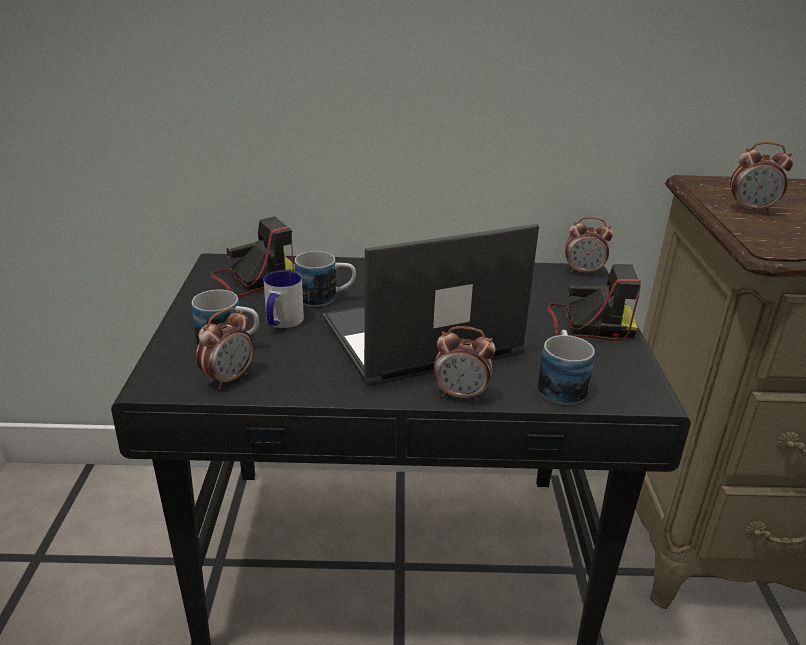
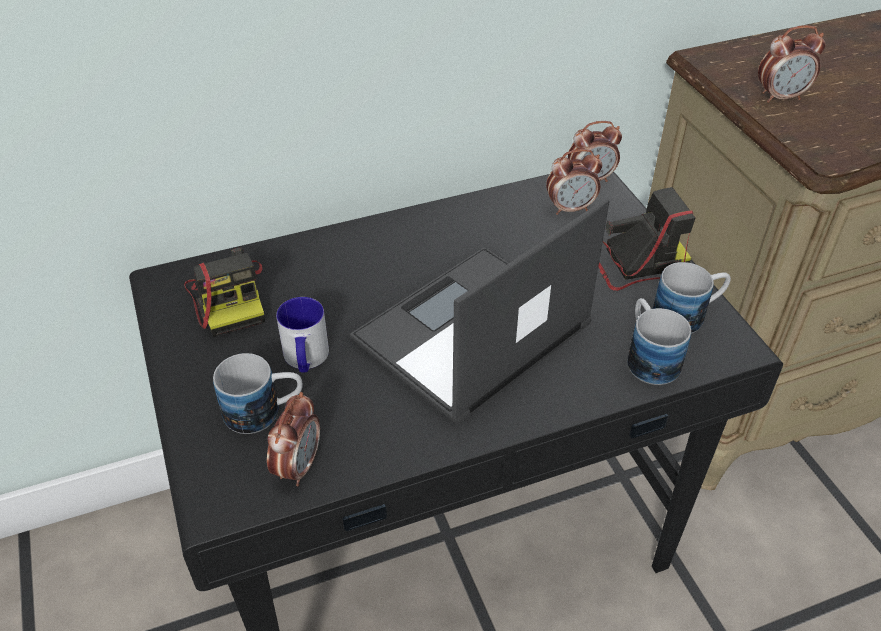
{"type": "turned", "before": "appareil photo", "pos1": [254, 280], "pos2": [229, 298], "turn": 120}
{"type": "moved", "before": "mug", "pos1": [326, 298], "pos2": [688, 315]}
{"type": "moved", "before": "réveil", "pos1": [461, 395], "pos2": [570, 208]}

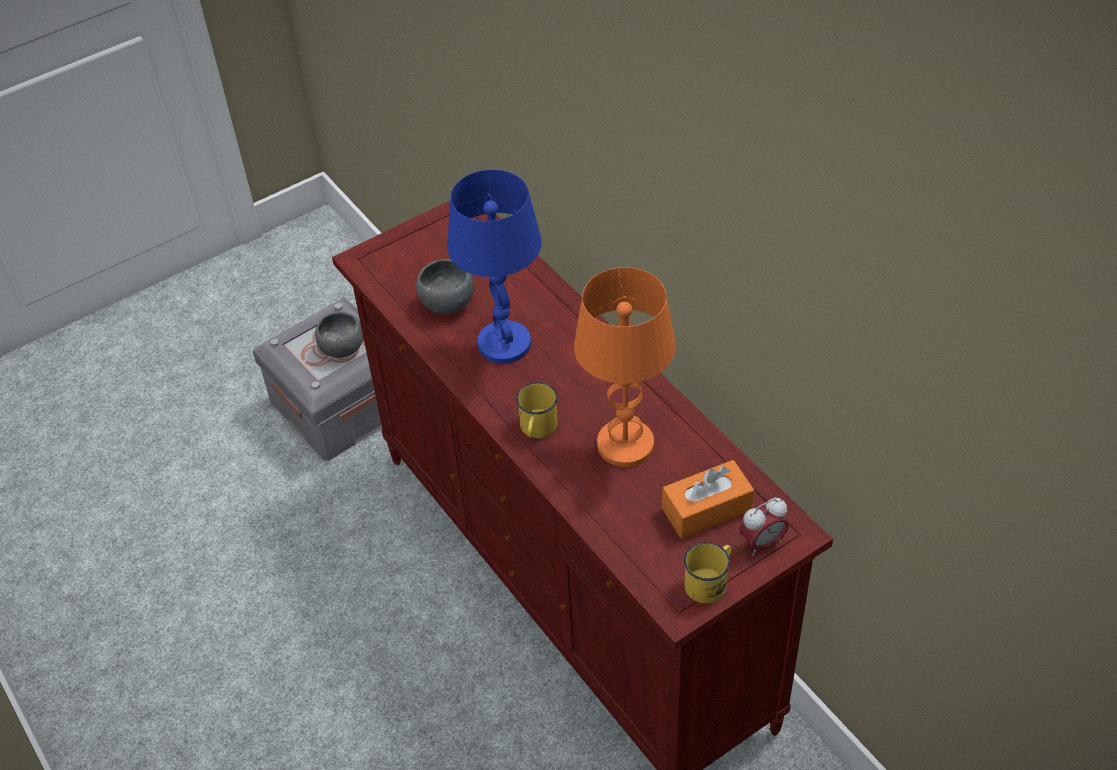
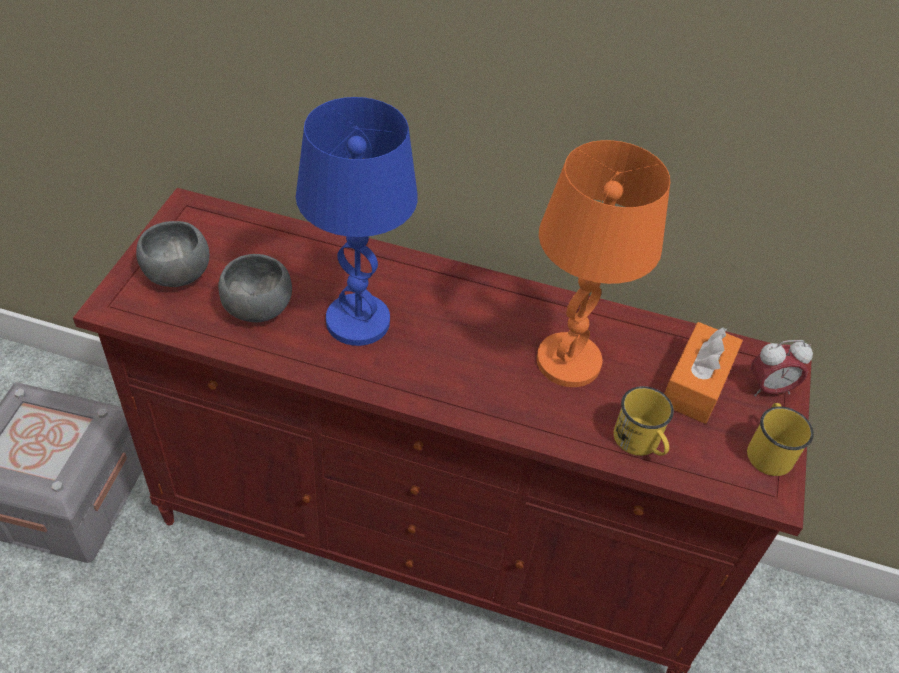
{"type": "moved", "before": "bol (gris)", "pos1": [341, 347], "pos2": [175, 274]}
{"type": "moved", "before": "mug (jaune)", "pos1": [537, 429], "pos2": [640, 443]}
{"type": "turned", "before": "réveil", "pos1": [762, 543], "pos2": [769, 388], "turn": 60}

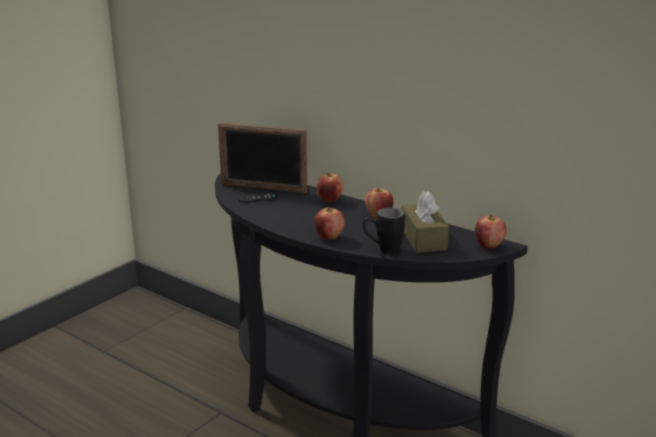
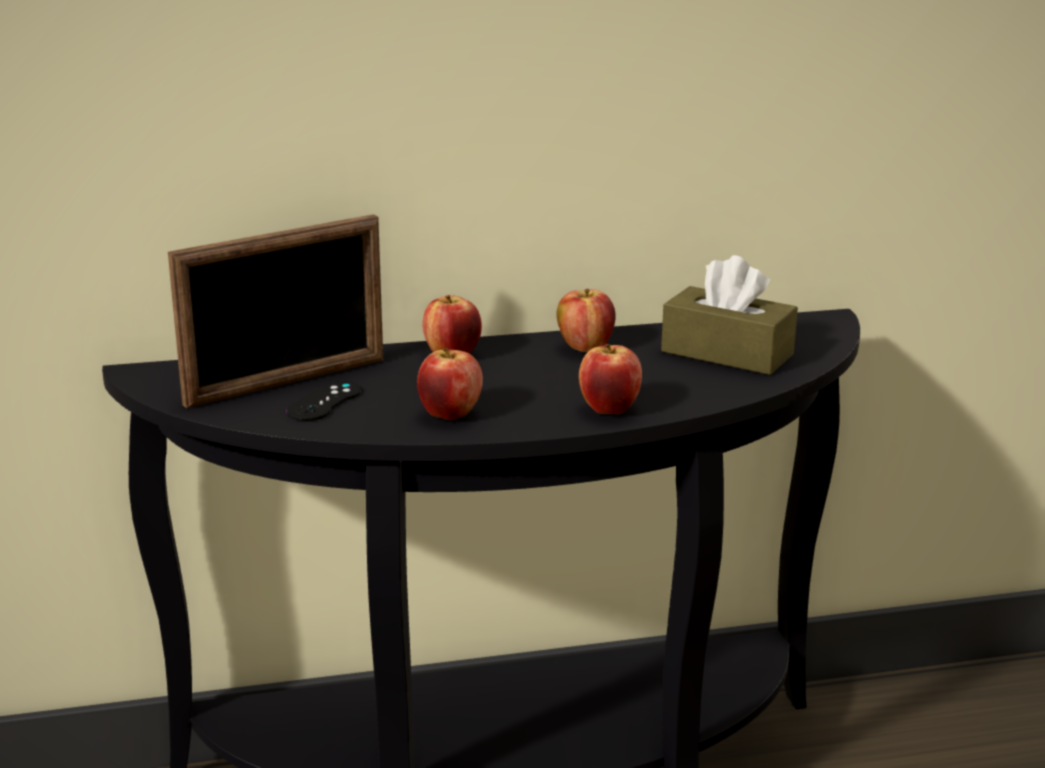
{"type": "removed", "before": "mug (noir)", "pos1": [382, 249]}
{"type": "moved", "before": "pomme", "pos1": [488, 246], "pos2": [450, 414]}

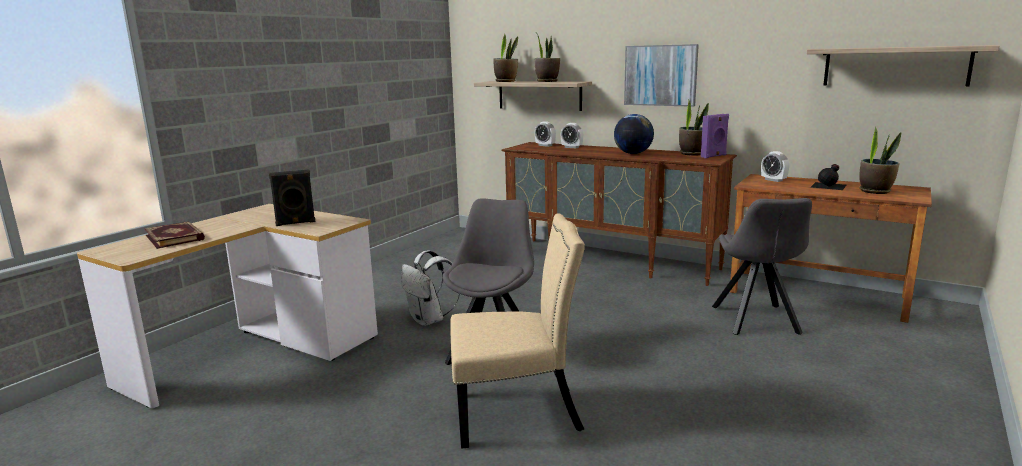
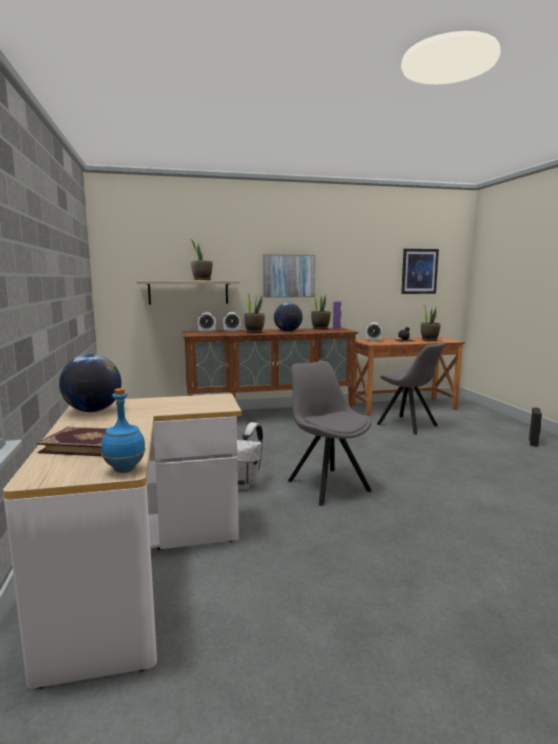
{"type": "moved", "before": "plante en pot", "pos1": [506, 81], "pos2": [254, 332]}
{"type": "replaced", "before": "étagère", "after": "tableau", "pos1": [895, 66], "pos2": [419, 271]}
{"type": "moved", "before": "enceinte (noir)", "pos1": [295, 223], "pos2": [534, 442]}
{"type": "removed", "before": "chaise (beige)", "pos1": [515, 414]}
{"type": "added", "after": "globe", "pos2": [93, 411]}
{"type": "added", "after": "bouteille (bleu)", "pos2": [124, 470]}

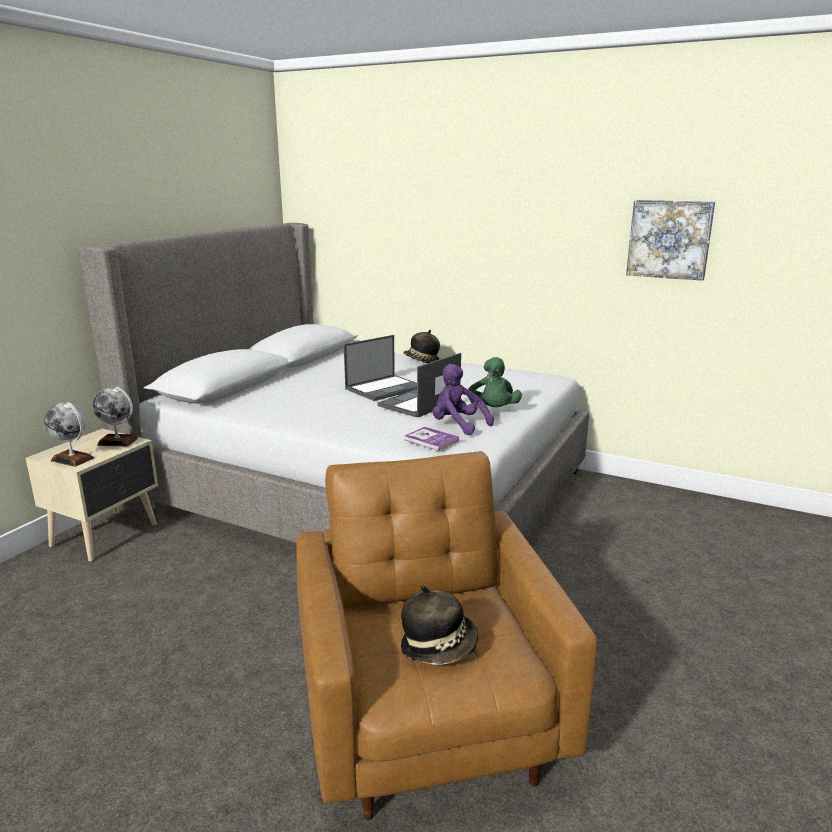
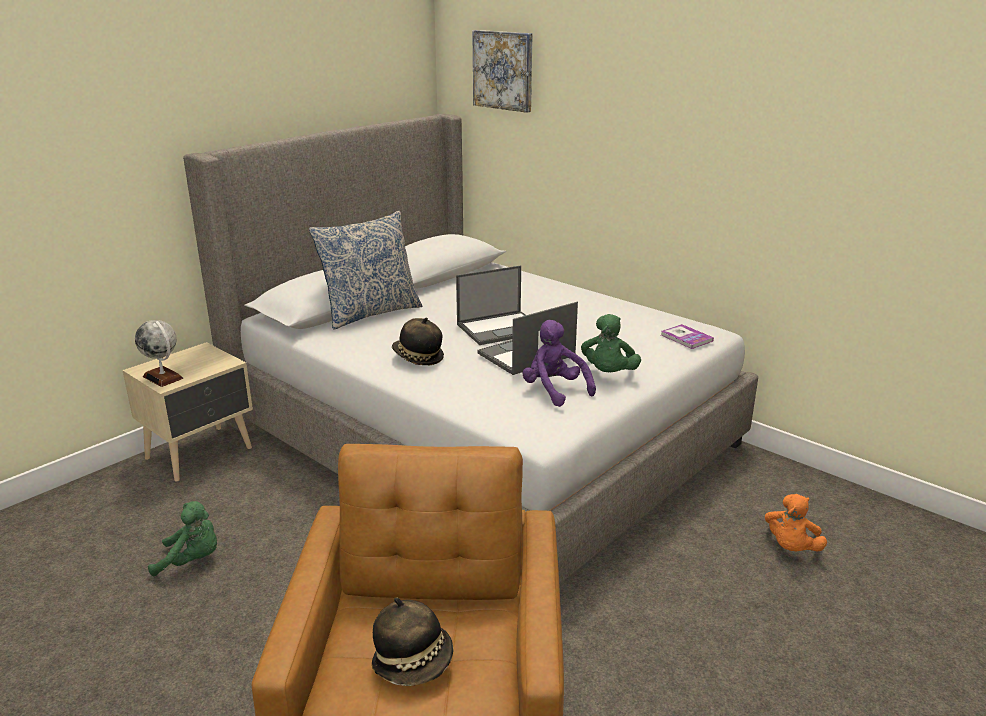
{"type": "moved", "before": "tableau", "pos1": [669, 239], "pos2": [503, 70]}
{"type": "moved", "before": "chapeau", "pos1": [421, 361], "pos2": [417, 358]}
{"type": "removed", "before": "globe", "pos1": [118, 441]}
{"type": "moved", "before": "livre", "pos1": [431, 440], "pos2": [686, 338]}
{"type": "added", "after": "coussin", "pos2": [370, 313]}
{"type": "added", "after": "peluche (orange)", "pos2": [791, 548]}
{"type": "added", "after": "peluche (vert)", "pos2": [192, 560]}

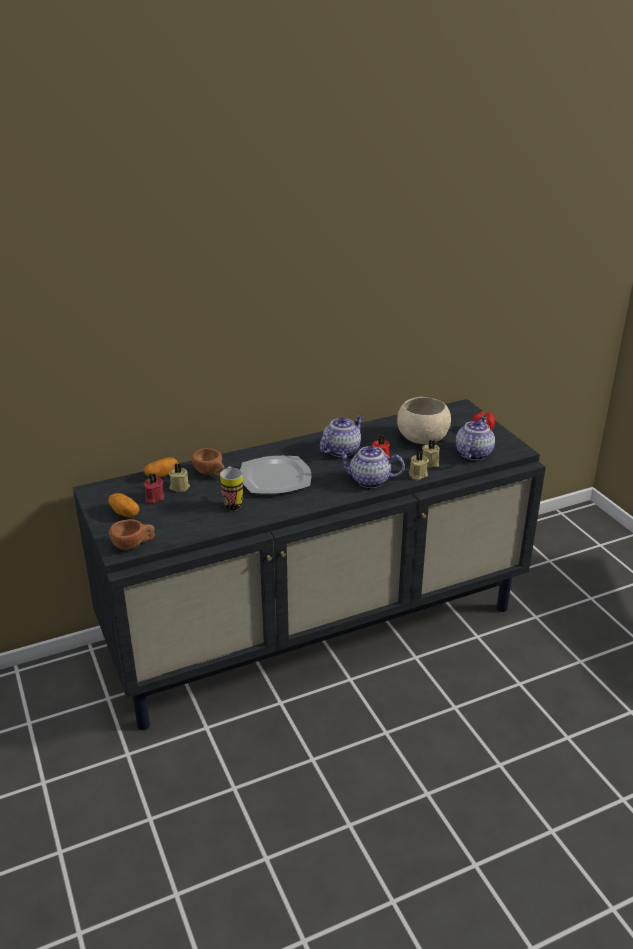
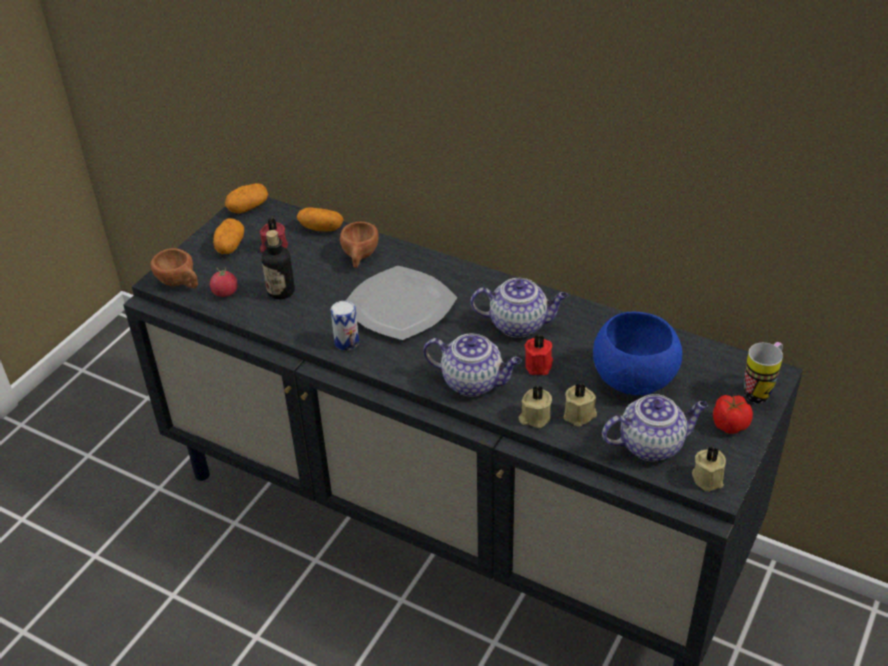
{"type": "recoloured", "before": "bol (beige)", "after": "bol (bleu)", "pos1": [423, 438], "pos2": [634, 378]}
{"type": "turned", "before": "théière", "pos1": [369, 481], "pos2": [473, 382], "turn": 135}
{"type": "moved", "before": "bougie (beige)", "pos1": [179, 486], "pos2": [708, 478]}
{"type": "moved", "before": "mug", "pos1": [232, 503], "pos2": [760, 391]}
{"type": "added", "after": "pomme de terre", "pos2": [248, 207]}
{"type": "added", "after": "bouteille", "pos2": [281, 291]}
{"type": "added", "after": "tomate", "pos2": [225, 292]}
{"type": "added", "after": "boîte métallique", "pos2": [346, 342]}

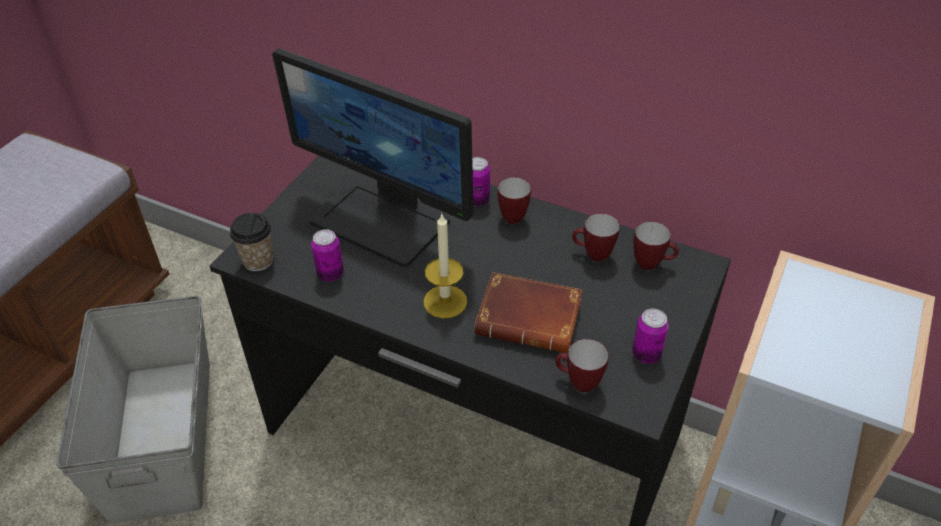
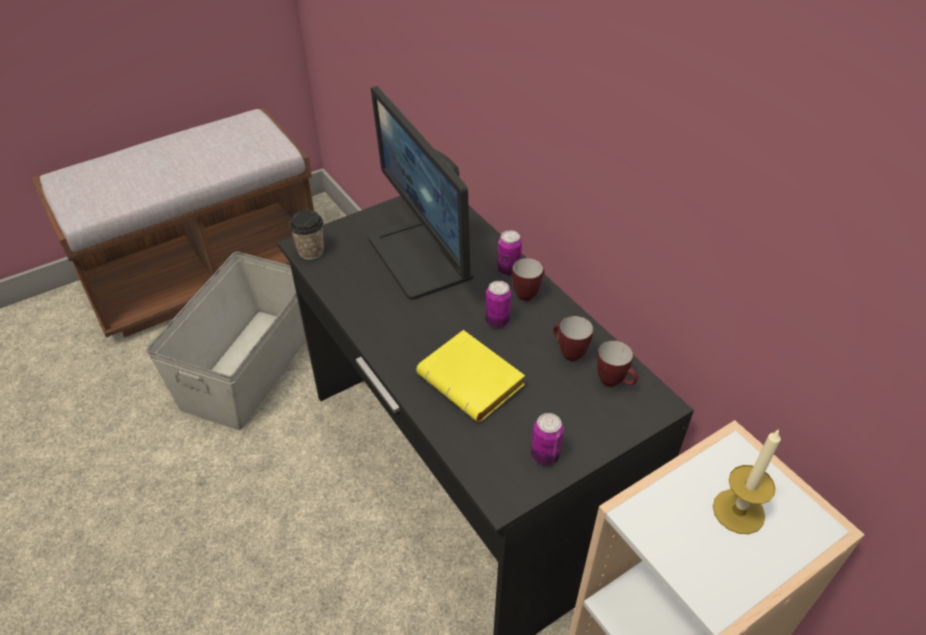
{"type": "moved", "before": "bougie", "pos1": [445, 301], "pos2": [738, 511]}
{"type": "moved", "before": "boîte métallique", "pos1": [330, 274], "pos2": [497, 321]}
{"type": "recoloured", "before": "livre (marron)", "after": "livre (jaune)", "pos1": [532, 318], "pos2": [474, 382]}
{"type": "removed", "before": "mug", "pos1": [578, 383]}

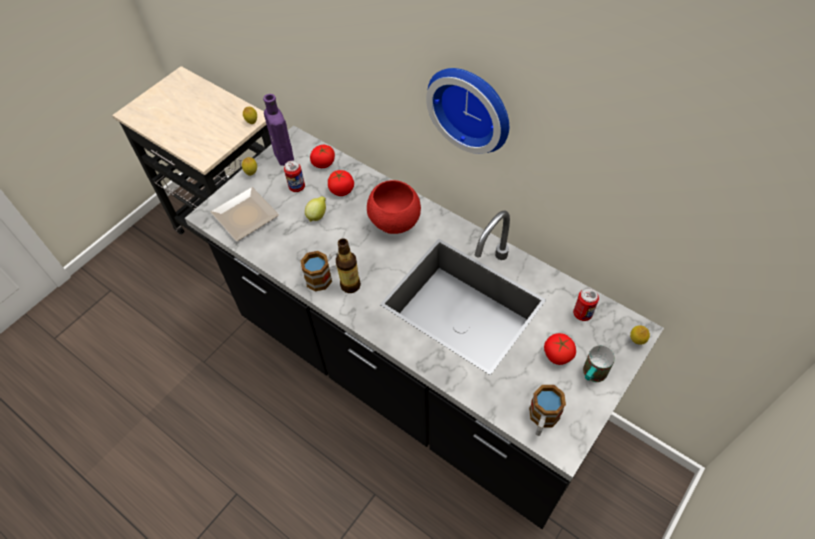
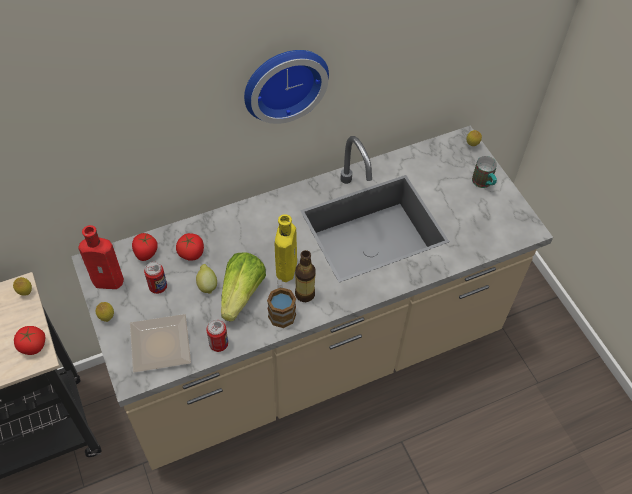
{"type": "recoloured", "before": "bouteille (violet)", "after": "bouteille (rouge)", "pos1": [285, 157], "pos2": [110, 281]}
{"type": "recoloured", "before": "comptoir de cuisine (noir)", "after": "comptoir de cuisine (beige)", "pos1": [413, 377], "pos2": [312, 356]}
{"type": "removed", "before": "bol (rouge)", "pos1": [394, 222]}
{"type": "moved", "before": "boîte métallique", "pos1": [582, 314], "pos2": [218, 344]}
{"type": "moved", "before": "tomate", "pos1": [557, 355], "pos2": [32, 346]}
{"type": "removed", "before": "mug", "pos1": [542, 419]}
{"type": "added", "after": "bouteille (jaune)", "pos2": [286, 267]}
{"type": "added", "after": "laitue", "pos2": [242, 294]}

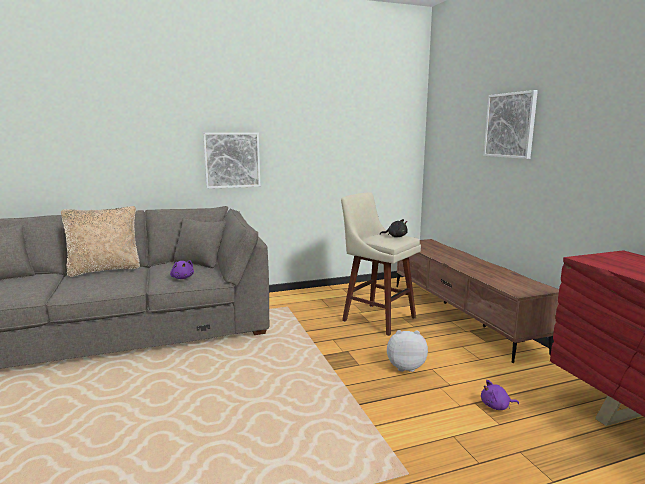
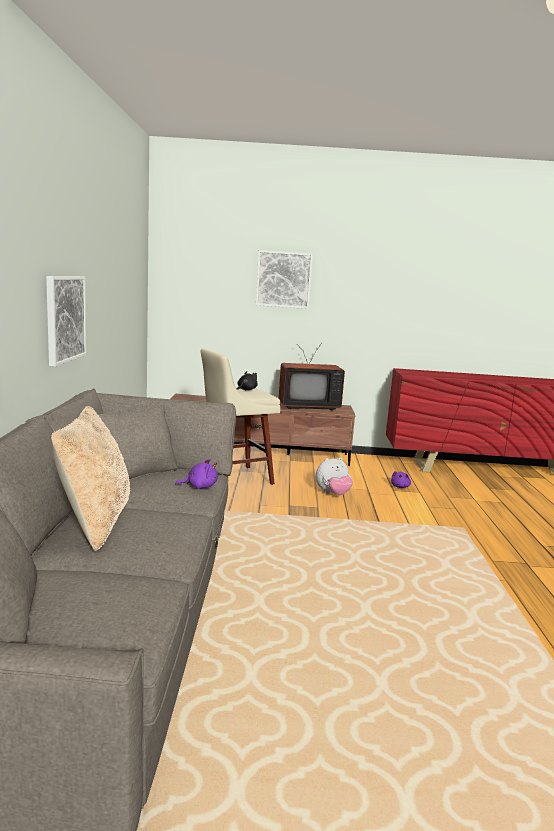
{"type": "turned", "before": "peluche", "pos1": [405, 367], "pos2": [333, 494], "turn": -135}
{"type": "added", "after": "téléviseur", "pos2": [307, 406]}

